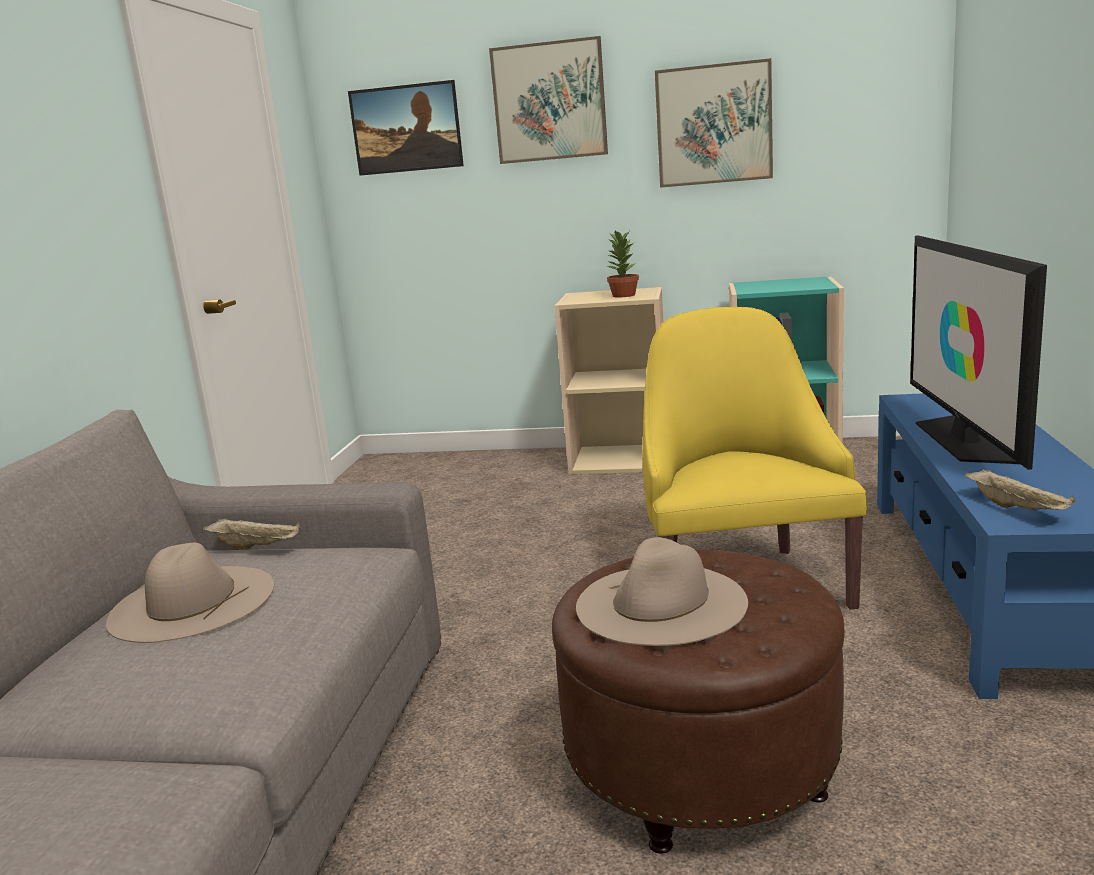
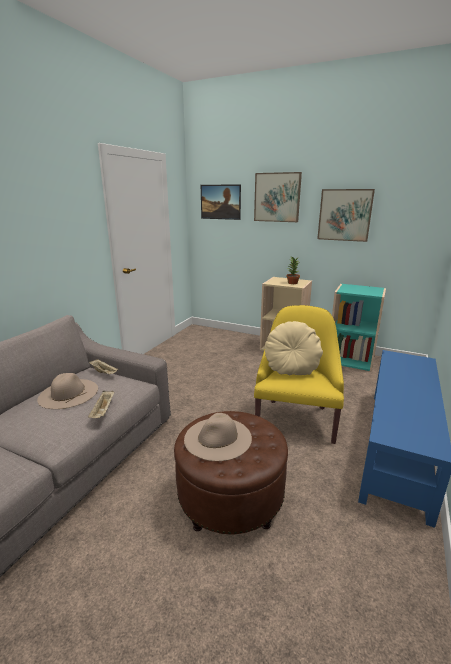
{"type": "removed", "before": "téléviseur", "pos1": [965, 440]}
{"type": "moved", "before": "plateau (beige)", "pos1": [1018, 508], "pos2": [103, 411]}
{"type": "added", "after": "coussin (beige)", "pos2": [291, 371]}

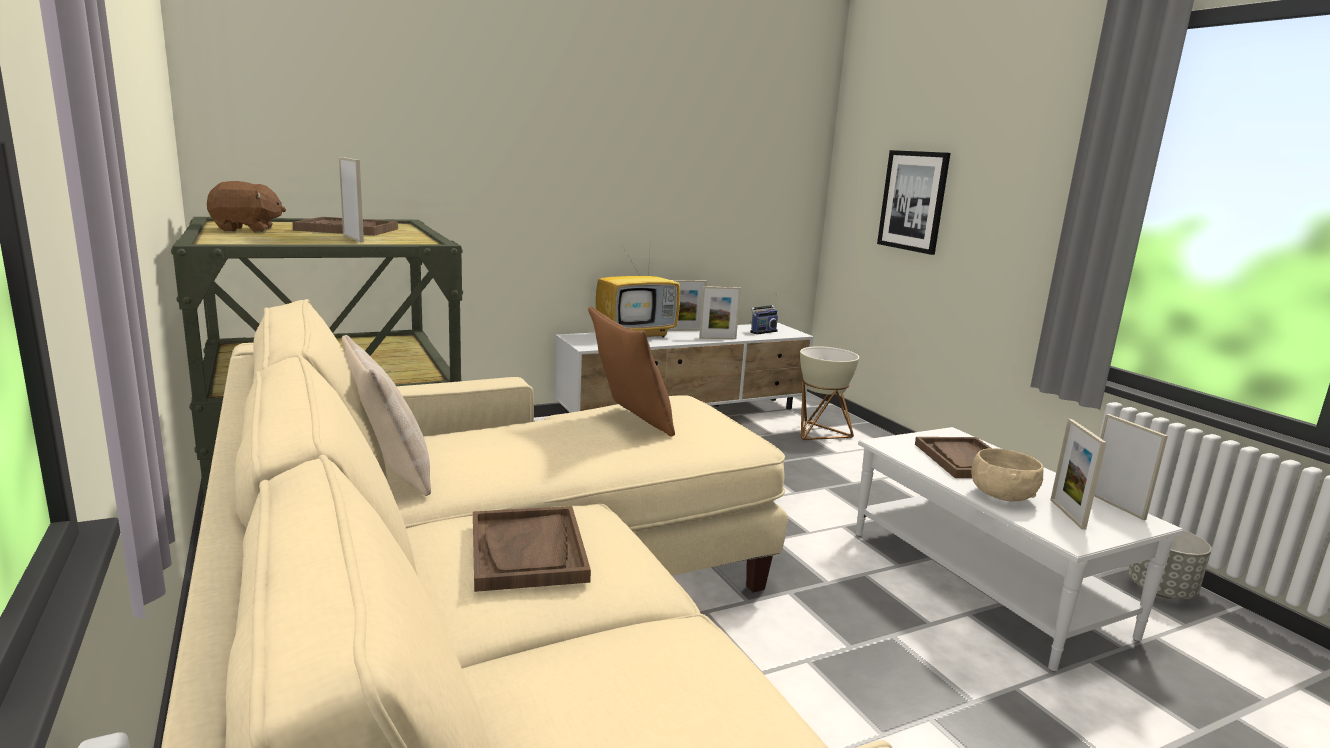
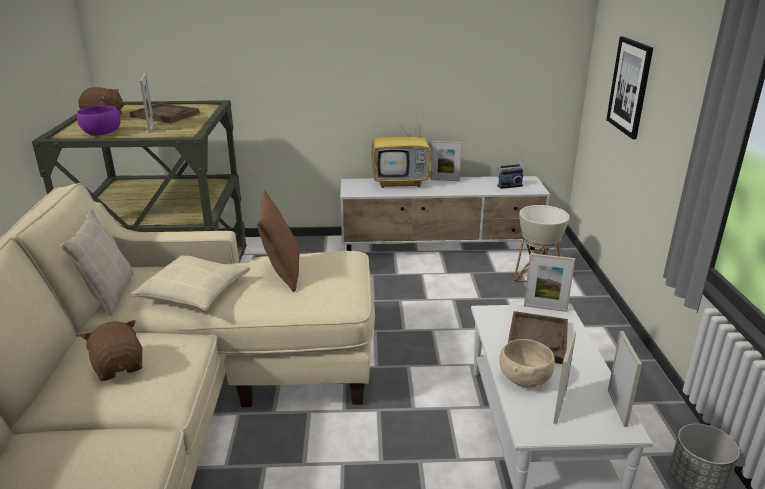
{"type": "moved", "before": "cadre photo", "pos1": [717, 338], "pos2": [545, 308]}
{"type": "replaced", "before": "plateau (marron)", "after": "peluche (marron)", "pos1": [528, 551], "pos2": [119, 367]}
{"type": "added", "after": "bol (violet)", "pos2": [102, 133]}
{"type": "added", "after": "coussin (beige)", "pos2": [194, 292]}

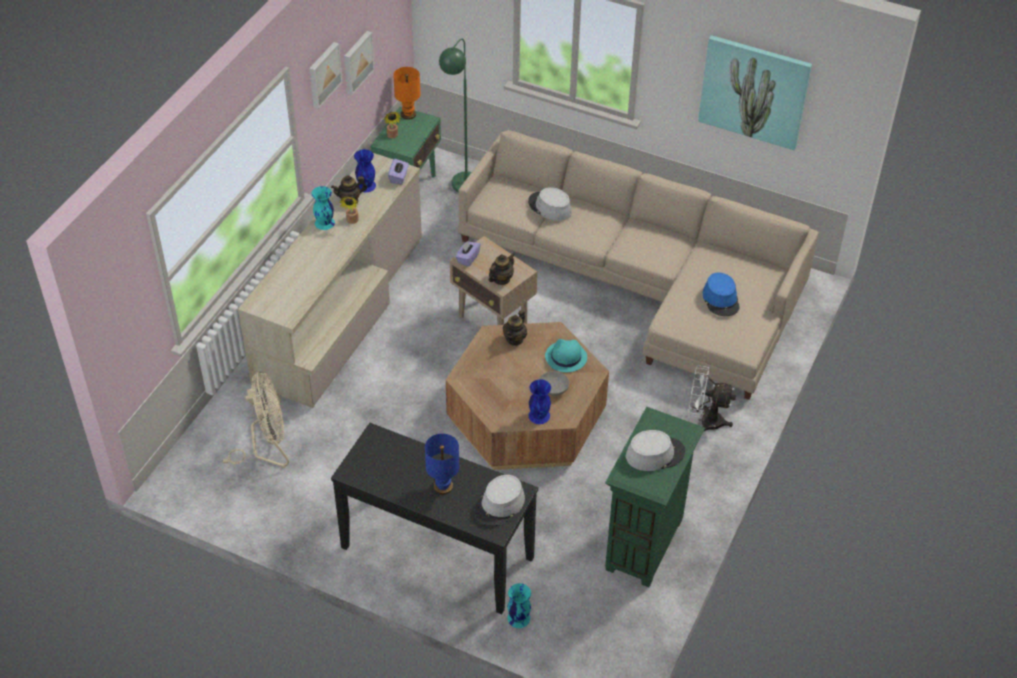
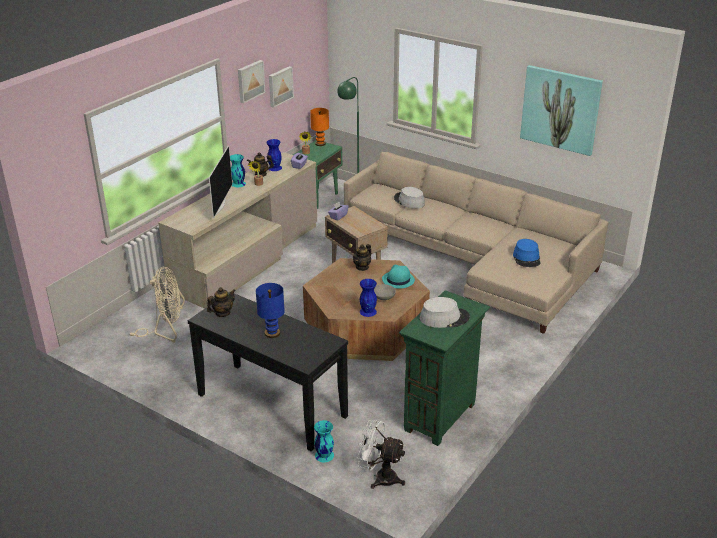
{"type": "moved", "before": "théière", "pos1": [501, 279], "pos2": [222, 313]}
{"type": "moved", "before": "ventilateur (blanc)", "pos1": [705, 421], "pos2": [380, 477]}
{"type": "removed", "before": "chapeau (gris)", "pos1": [499, 505]}
{"type": "added", "after": "téléviseur", "pos2": [220, 206]}

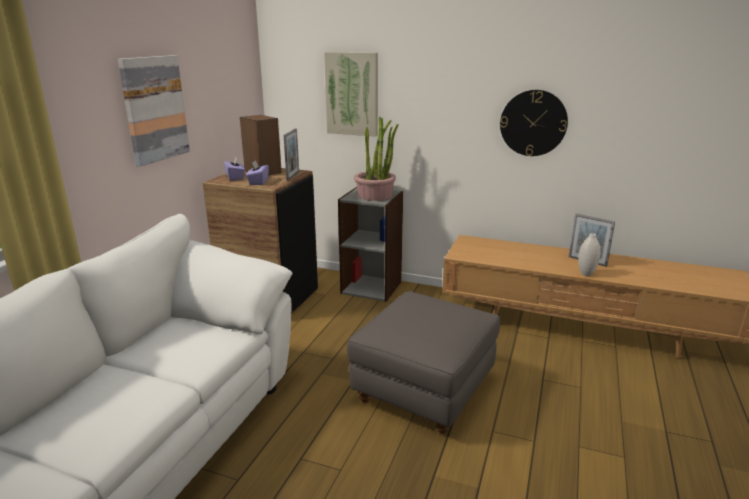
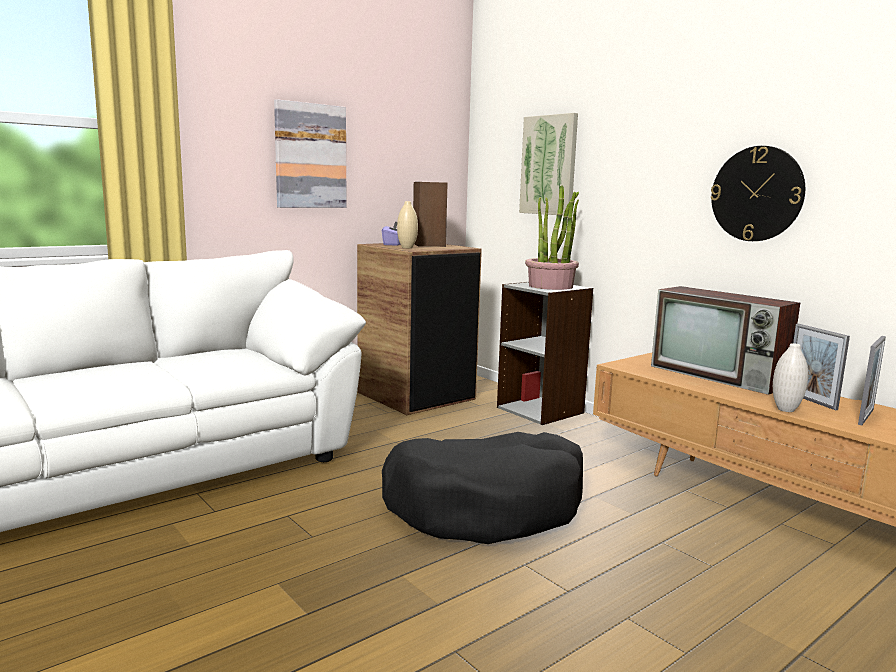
{"type": "moved", "before": "cadre photo", "pos1": [293, 176], "pos2": [866, 417]}
{"type": "replaced", "before": "boîte à mouchoirs (violet)", "after": "vase (beige)", "pos1": [258, 182], "pos2": [407, 247]}
{"type": "replaced", "before": "pouf (gris)", "after": "panier pour chien (noir)", "pos1": [424, 391], "pos2": [486, 506]}
{"type": "added", "after": "téléviseur", "pos2": [719, 376]}

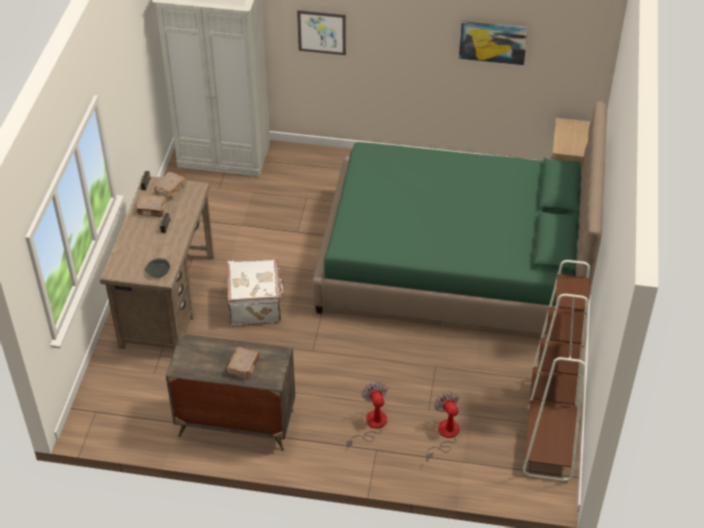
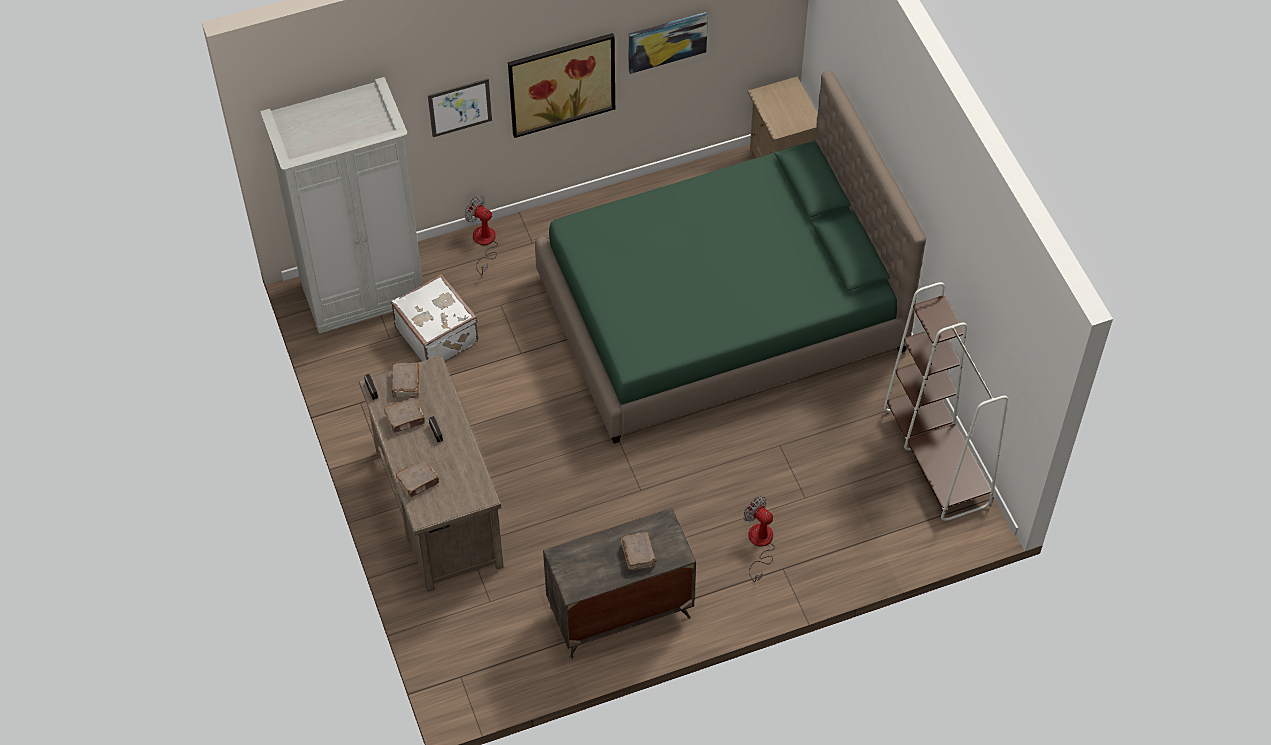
{"type": "removed", "before": "bol (gris)", "pos1": [158, 270]}
{"type": "moved", "before": "valise (blanc)", "pos1": [256, 304], "pos2": [438, 334]}
{"type": "moved", "before": "ventilateur", "pos1": [445, 435], "pos2": [484, 243]}
{"type": "added", "after": "tableau", "pos2": [561, 83]}
{"type": "added", "after": "livre (marron)", "pos2": [418, 482]}

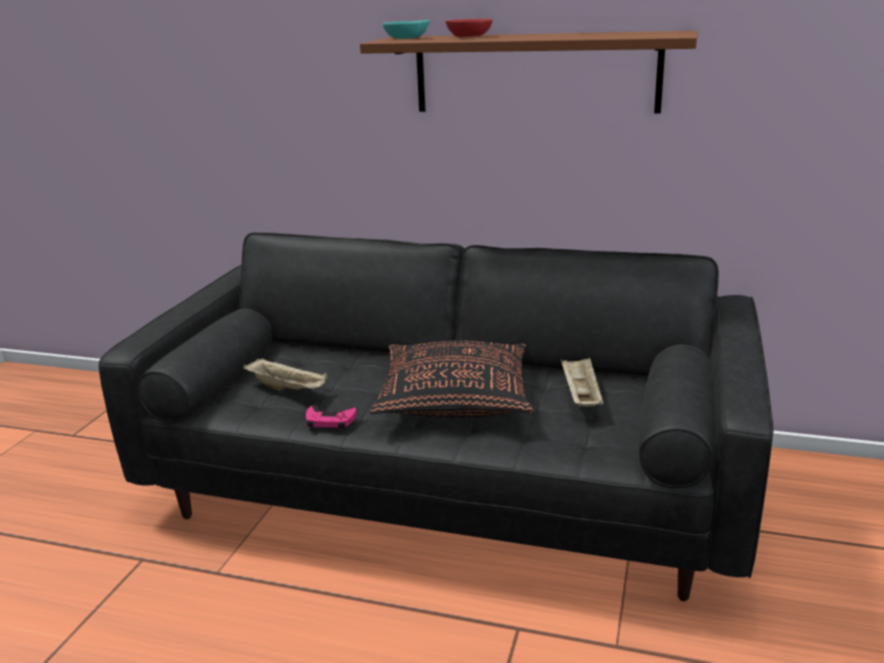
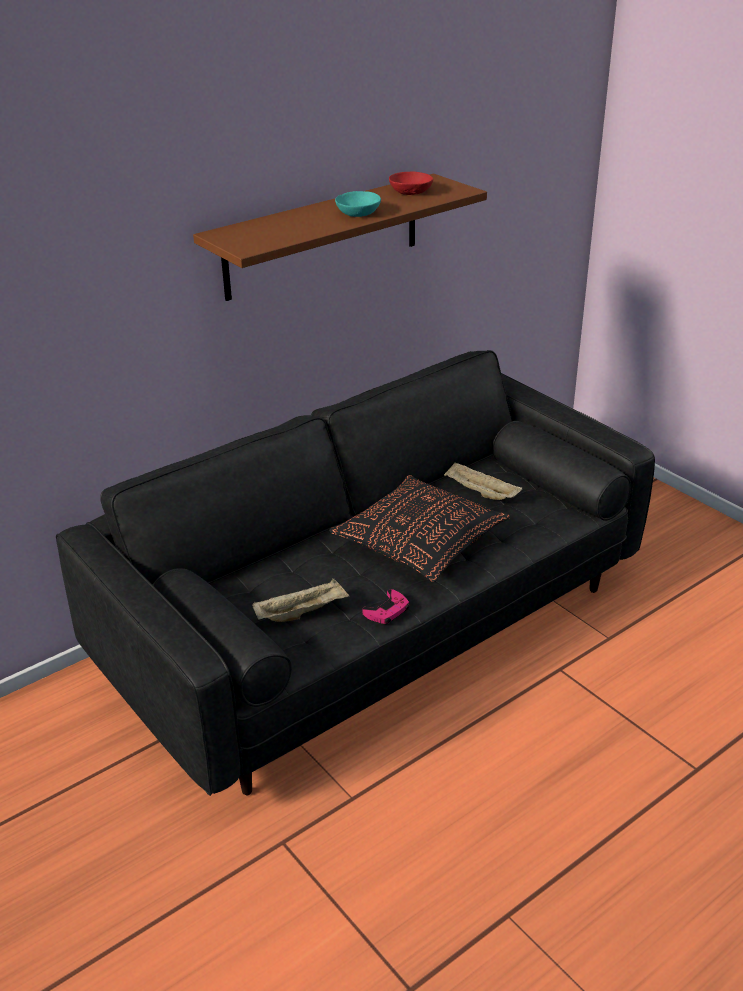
{"type": "moved", "before": "bol (rouge)", "pos1": [470, 36], "pos2": [412, 192]}
{"type": "moved", "before": "bol (turquoise)", "pos1": [406, 38], "pos2": [356, 213]}

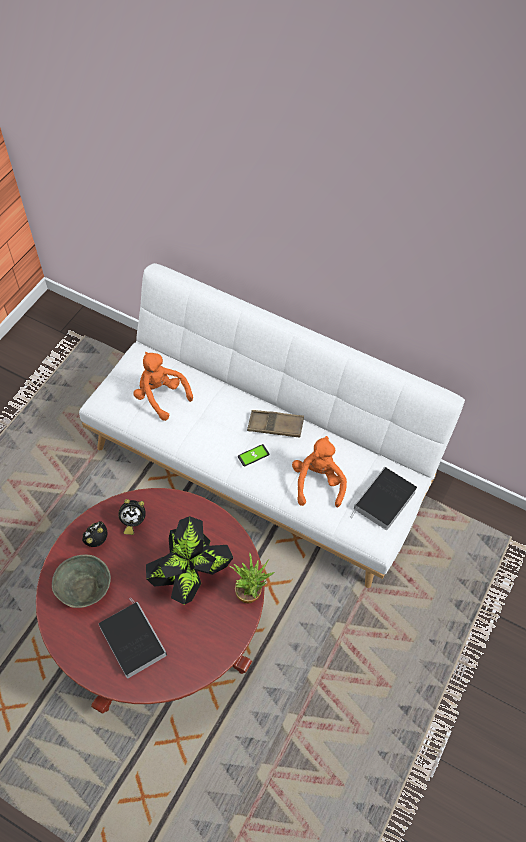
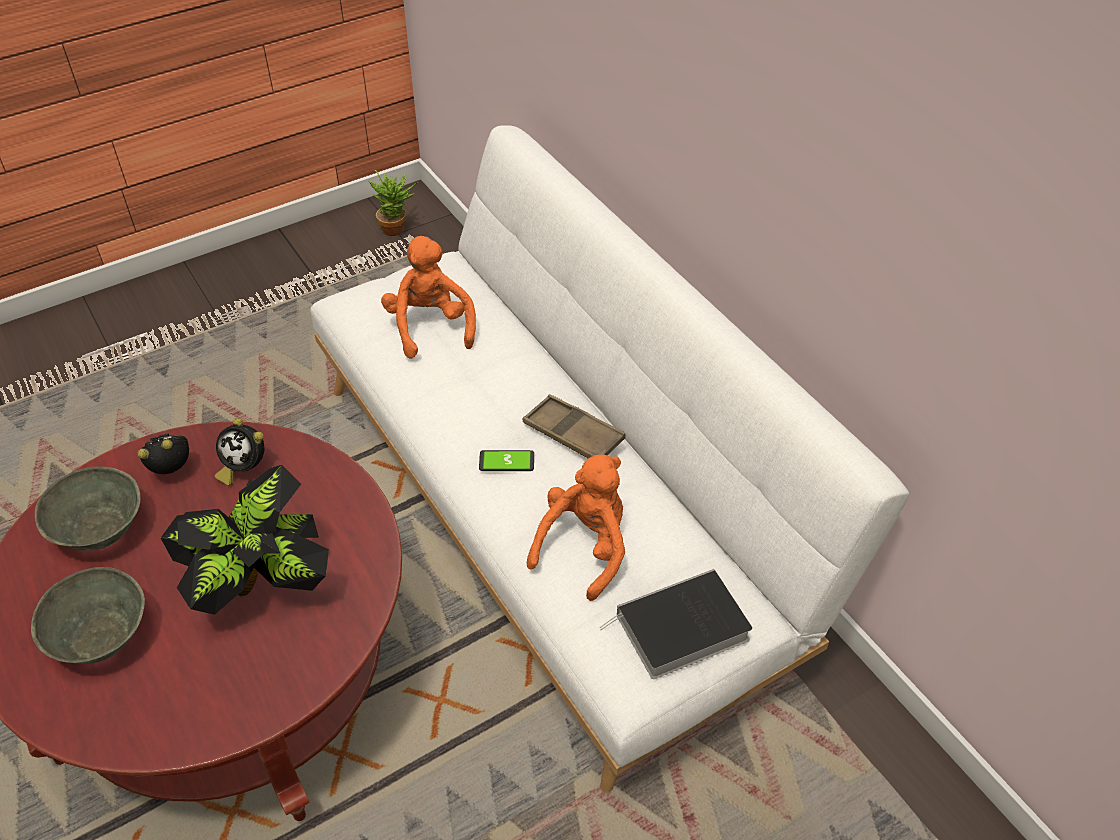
{"type": "moved", "before": "plante en pot", "pos1": [251, 592], "pos2": [398, 229]}
{"type": "replaced", "before": "livre", "after": "bol (gris)", "pos1": [131, 639], "pos2": [99, 636]}

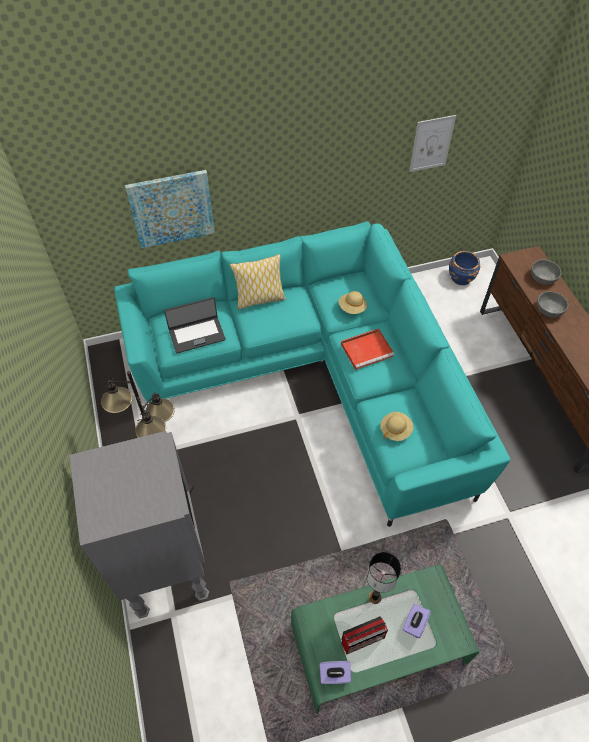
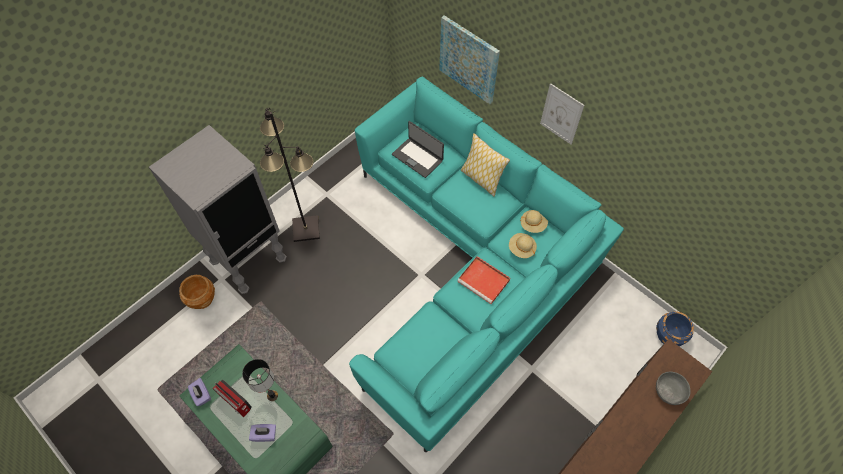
{"type": "moved", "before": "tableau", "pos1": [431, 144], "pos2": [561, 114]}
{"type": "removed", "before": "bol (gris)", "pos1": [549, 309]}
{"type": "moved", "before": "chapeau (beige)", "pos1": [395, 430], "pos2": [533, 224]}
{"type": "added", "after": "cache-pot (marron)", "pos2": [202, 299]}

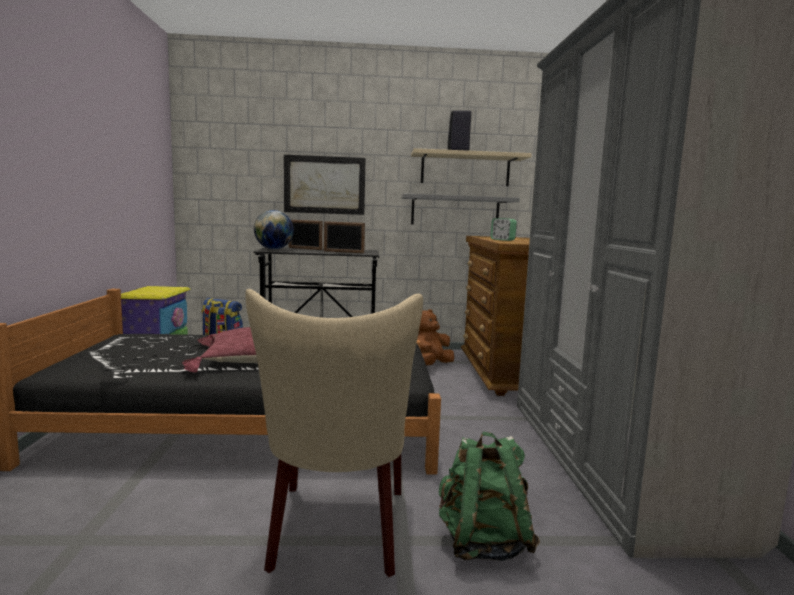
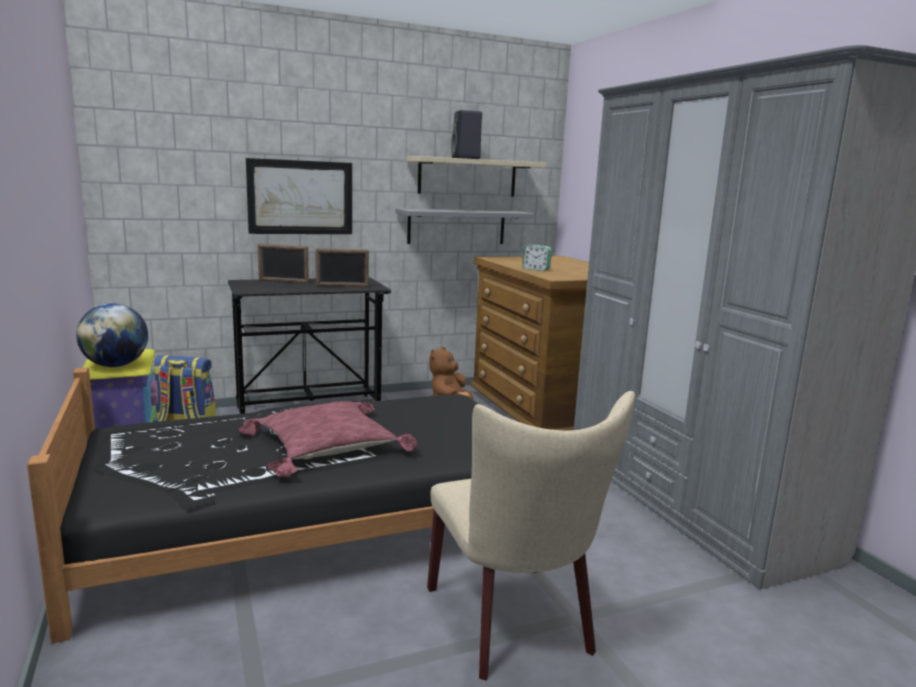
{"type": "moved", "before": "globe", "pos1": [274, 249], "pos2": [115, 365]}
{"type": "removed", "before": "sac à dos (vert)", "pos1": [482, 543]}

